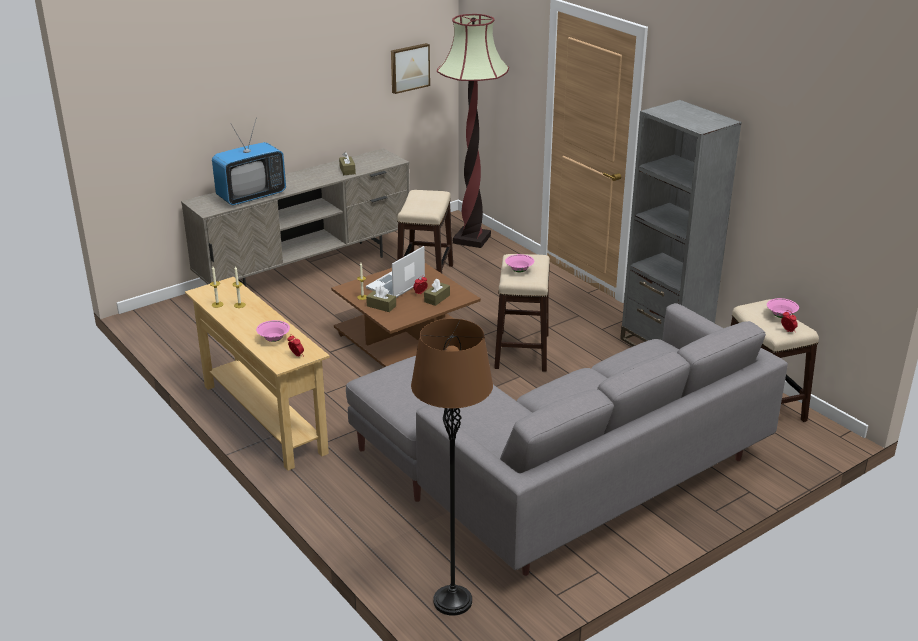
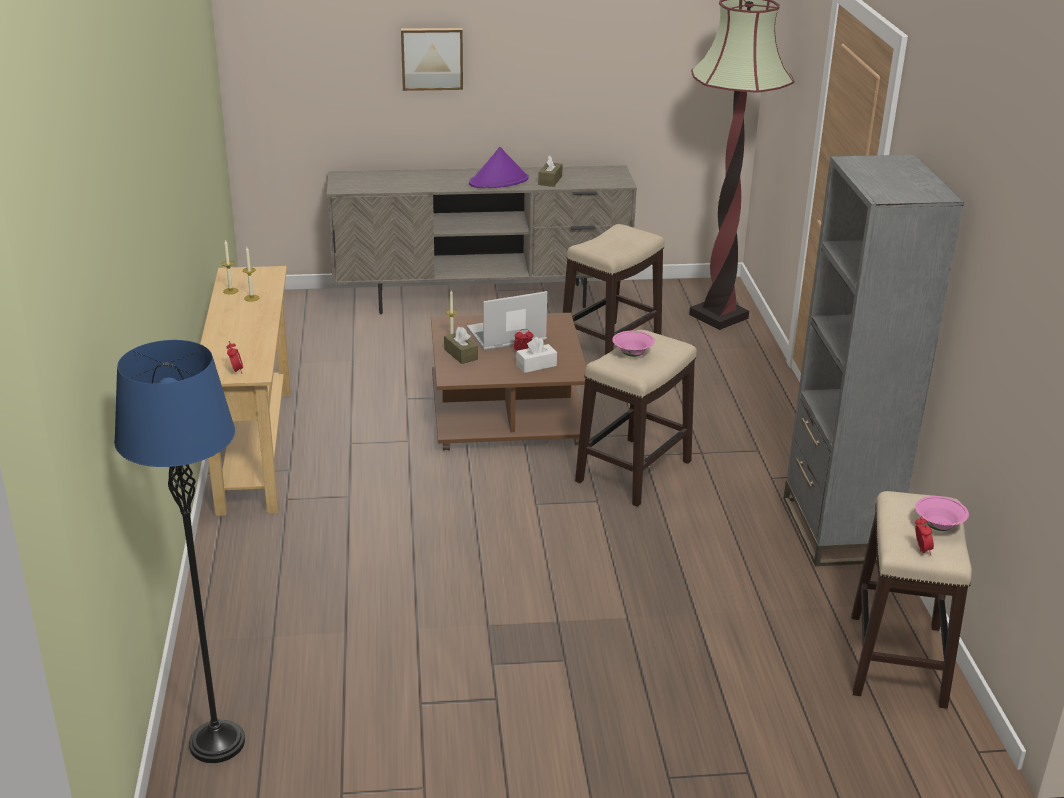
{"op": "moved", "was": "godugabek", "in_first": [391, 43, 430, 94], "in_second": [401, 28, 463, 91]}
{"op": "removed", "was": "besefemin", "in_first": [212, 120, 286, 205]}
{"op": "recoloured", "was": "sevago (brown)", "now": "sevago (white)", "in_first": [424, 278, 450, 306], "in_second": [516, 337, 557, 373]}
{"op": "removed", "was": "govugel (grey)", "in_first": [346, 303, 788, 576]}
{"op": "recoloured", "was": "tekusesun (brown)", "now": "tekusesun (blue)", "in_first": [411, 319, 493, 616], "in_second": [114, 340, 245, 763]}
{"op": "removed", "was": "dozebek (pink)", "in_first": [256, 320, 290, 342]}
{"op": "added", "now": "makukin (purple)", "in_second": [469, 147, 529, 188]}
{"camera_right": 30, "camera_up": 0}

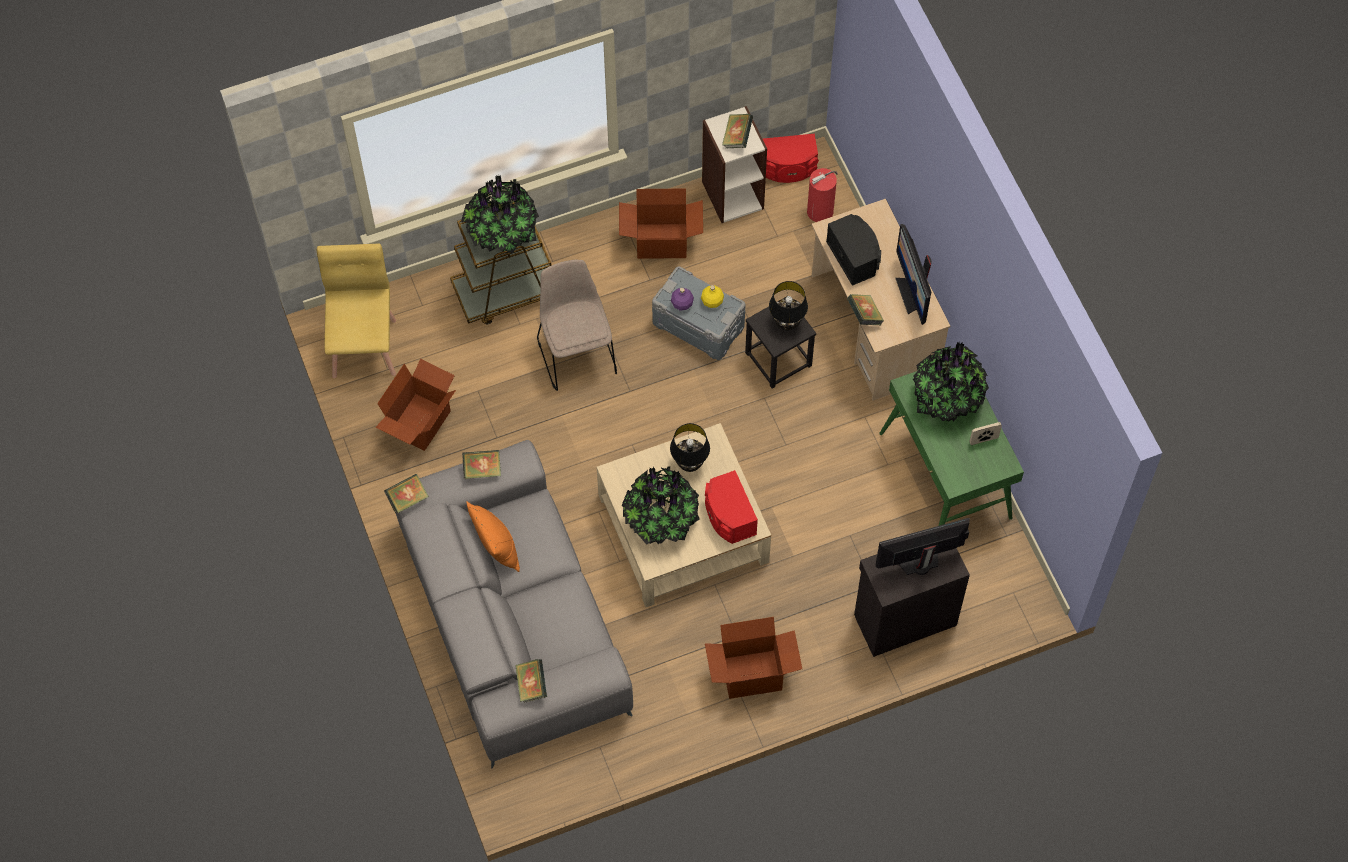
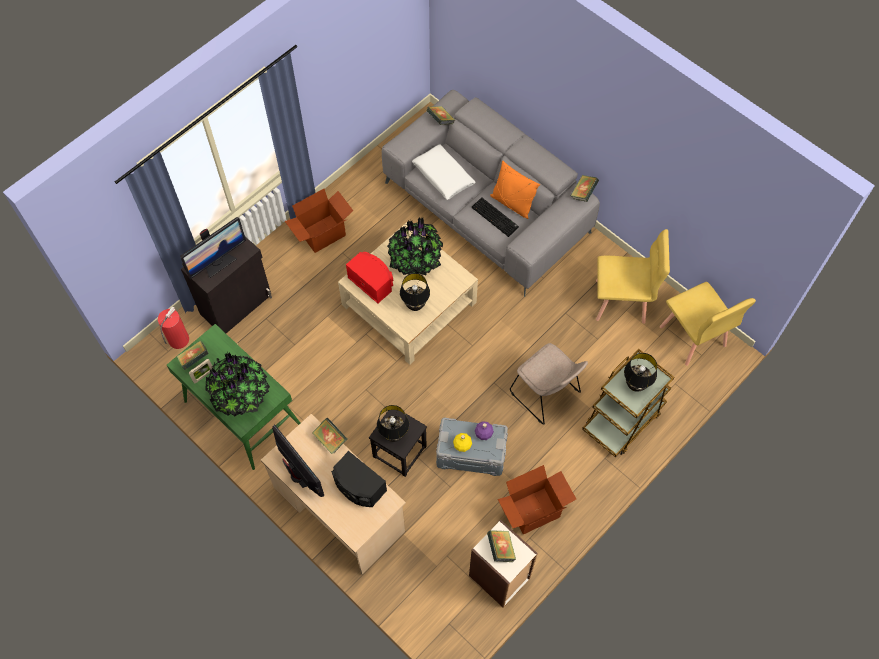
{"op": "removed", "was": "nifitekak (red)", "in_first": [763, 134, 819, 183]}
{"op": "moved", "was": "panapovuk", "in_first": [807, 168, 838, 222], "in_second": [158, 306, 189, 349]}
{"op": "replaced", "was": "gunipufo", "now": "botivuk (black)", "in_first": [461, 175, 539, 254], "in_second": [624, 353, 657, 392]}
{"op": "replaced", "was": "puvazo", "now": "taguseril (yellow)", "in_first": [375, 359, 456, 451], "in_second": [596, 229, 670, 324]}
{"op": "moved", "was": "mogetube", "in_first": [462, 450, 501, 479], "in_second": [177, 340, 209, 370]}
{"op": "added", "now": "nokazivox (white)", "in_second": [412, 144, 476, 200]}
{"op": "added", "now": "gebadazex", "in_second": [472, 197, 519, 237]}
{"camera_right": 155, "camera_up": 0}

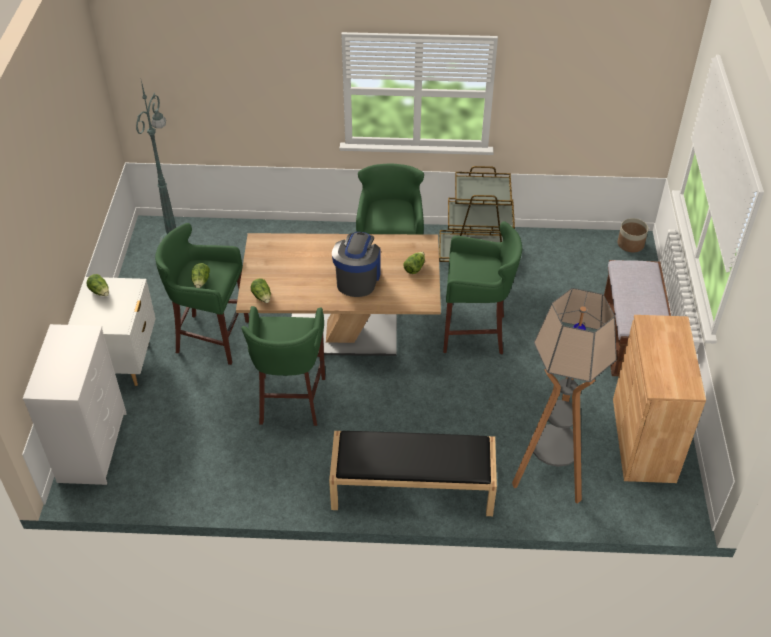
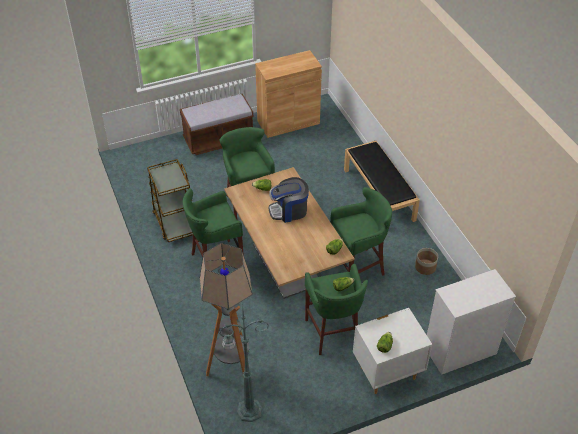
{"op": "moved", "was": "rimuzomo", "in_first": [618, 218, 648, 252], "in_second": [415, 248, 438, 275]}
{"op": "moved", "was": "tekusesun", "in_first": [512, 288, 617, 504], "in_second": [199, 243, 253, 377]}
{"camera_right": -115, "camera_up": 0}

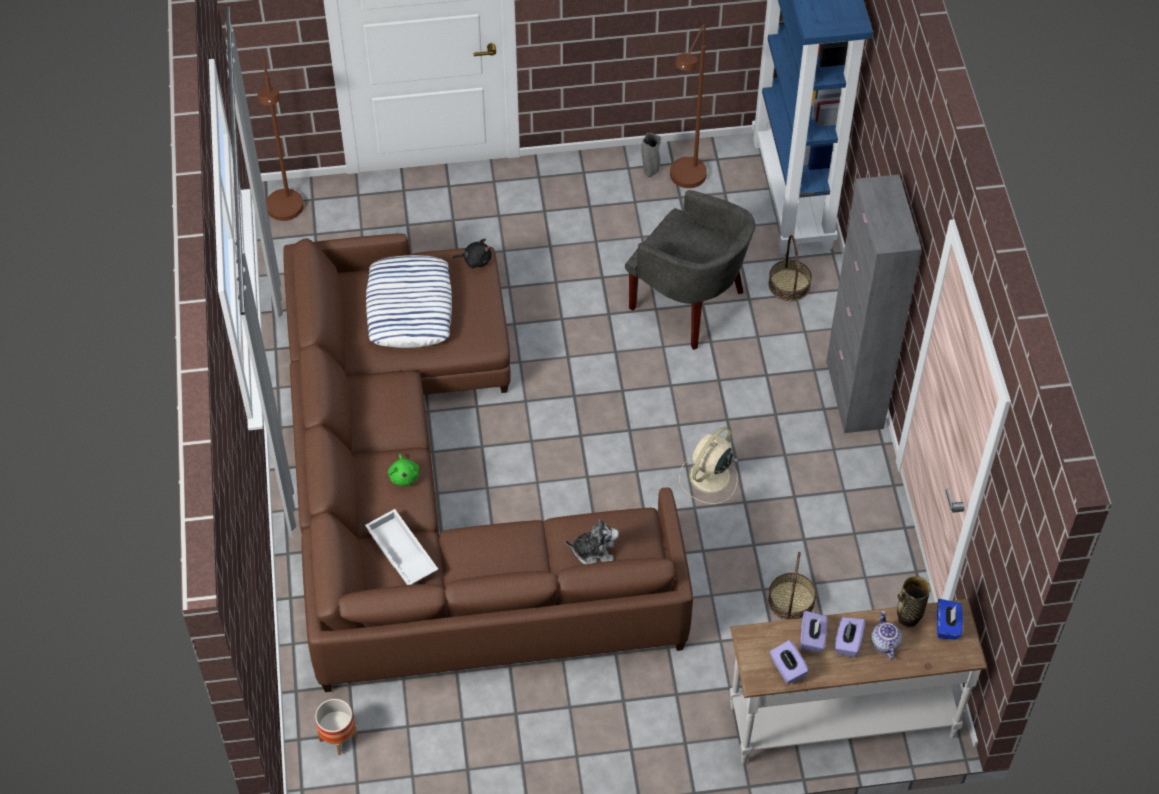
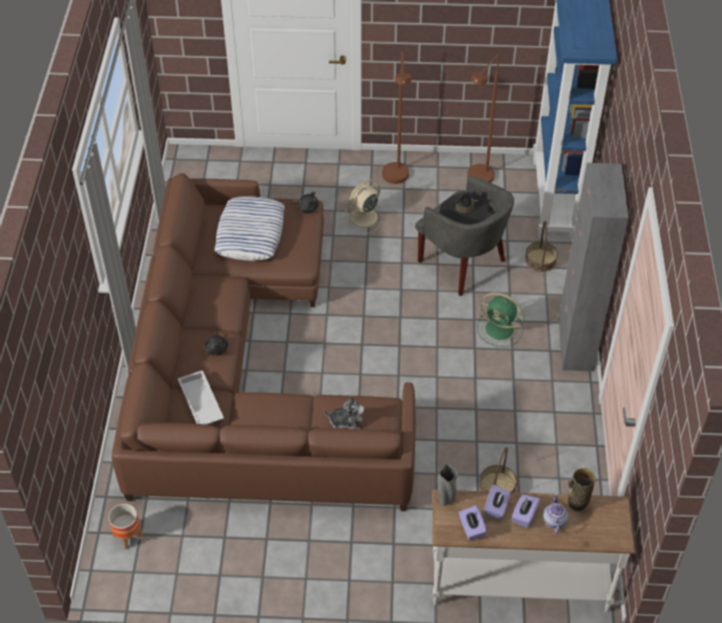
{"op": "moved", "was": "tekusesun (brown)", "in_first": [257, 55, 304, 221], "in_second": [382, 51, 411, 184]}
{"op": "moved", "was": "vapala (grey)", "in_first": [641, 132, 661, 177], "in_second": [437, 464, 458, 506]}
{"op": "moved", "was": "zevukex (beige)", "in_first": [679, 426, 738, 504], "in_second": [342, 179, 385, 234]}
{"op": "recoloured", "was": "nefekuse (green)", "now": "nefekuse (black)", "in_first": [388, 453, 419, 486], "in_second": [204, 332, 228, 356]}
{"op": "removed", "was": "sevago (blue)", "in_first": [937, 599, 963, 640]}
{"op": "added", "now": "makukin (black)", "in_second": [439, 189, 488, 224]}
{"op": "added", "now": "zevukex (green)", "in_second": [477, 293, 524, 347]}
{"camera_right": 10, "camera_up": -5}

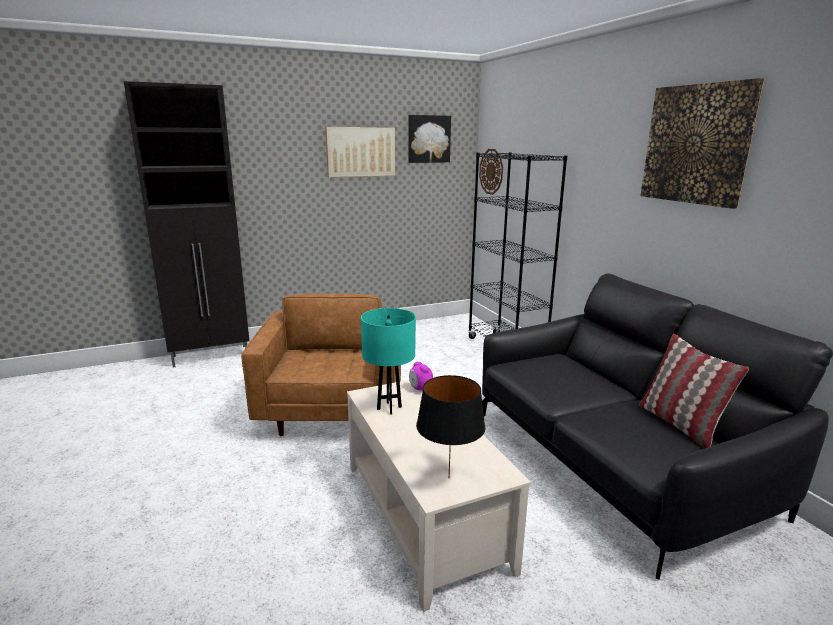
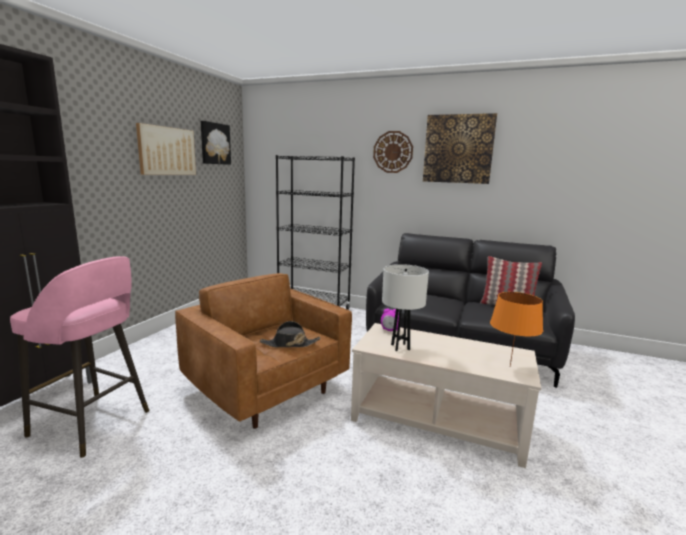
{"op": "moved", "was": "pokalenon", "in_first": [479, 149, 503, 195], "in_second": [373, 131, 413, 173]}
{"op": "recoloured", "was": "botivuk (turquoise)", "now": "botivuk (white)", "in_first": [361, 308, 416, 415], "in_second": [382, 264, 429, 351]}
{"op": "recoloured", "was": "botivuk (black)", "now": "botivuk (orange)", "in_first": [416, 375, 485, 478], "in_second": [490, 292, 543, 367]}
{"op": "added", "now": "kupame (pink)", "in_second": [10, 256, 149, 458]}
{"op": "added", "now": "makukin (black)", "in_second": [260, 321, 320, 347]}
{"camera_right": -45, "camera_up": -5}

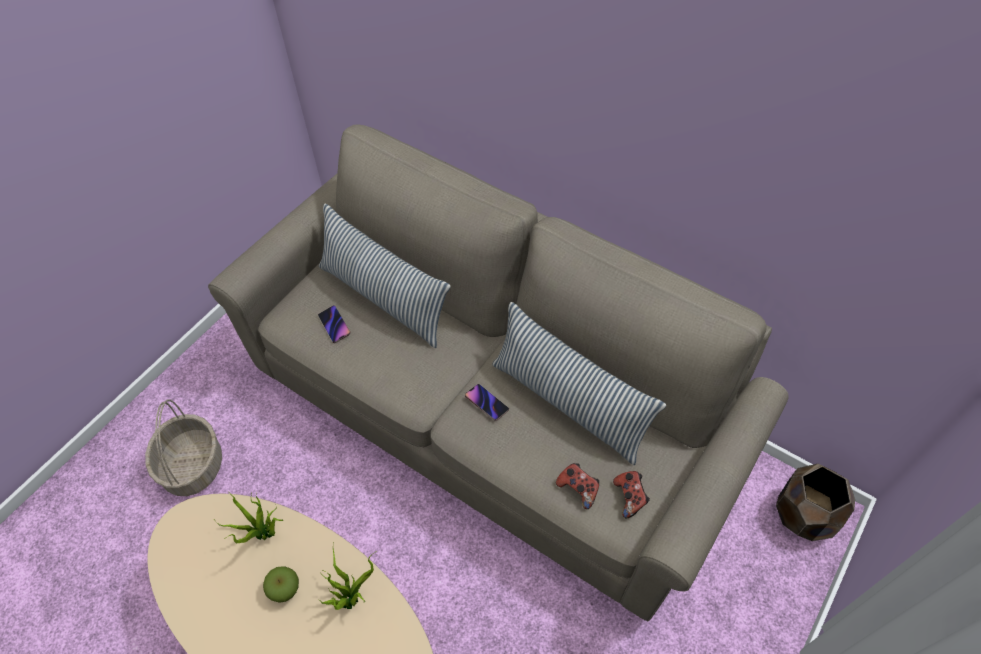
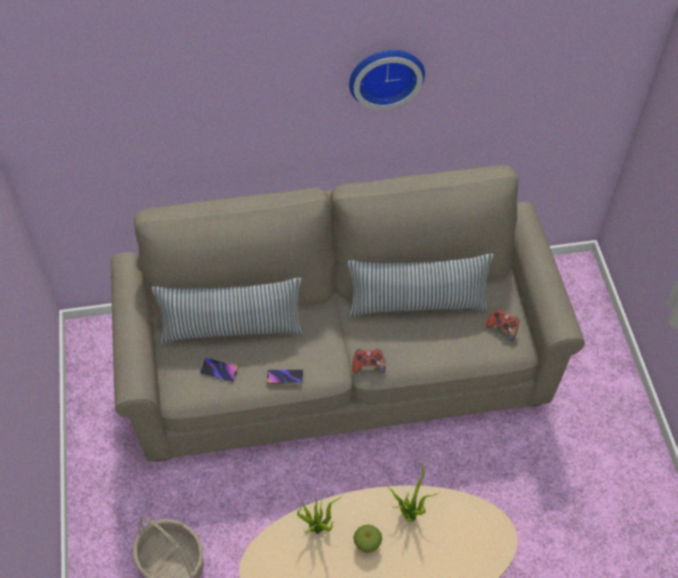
{"op": "moved", "was": "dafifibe", "in_first": [465, 384, 509, 421], "in_second": [267, 369, 303, 384]}
{"op": "moved", "was": "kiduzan", "in_first": [556, 463, 599, 509], "in_second": [352, 349, 386, 373]}
{"op": "removed", "was": "rimuzomo (brown)", "in_first": [776, 464, 855, 541]}
{"op": "added", "now": "pokalenon", "in_second": [349, 50, 425, 110]}
{"camera_right": -45, "camera_up": 0}

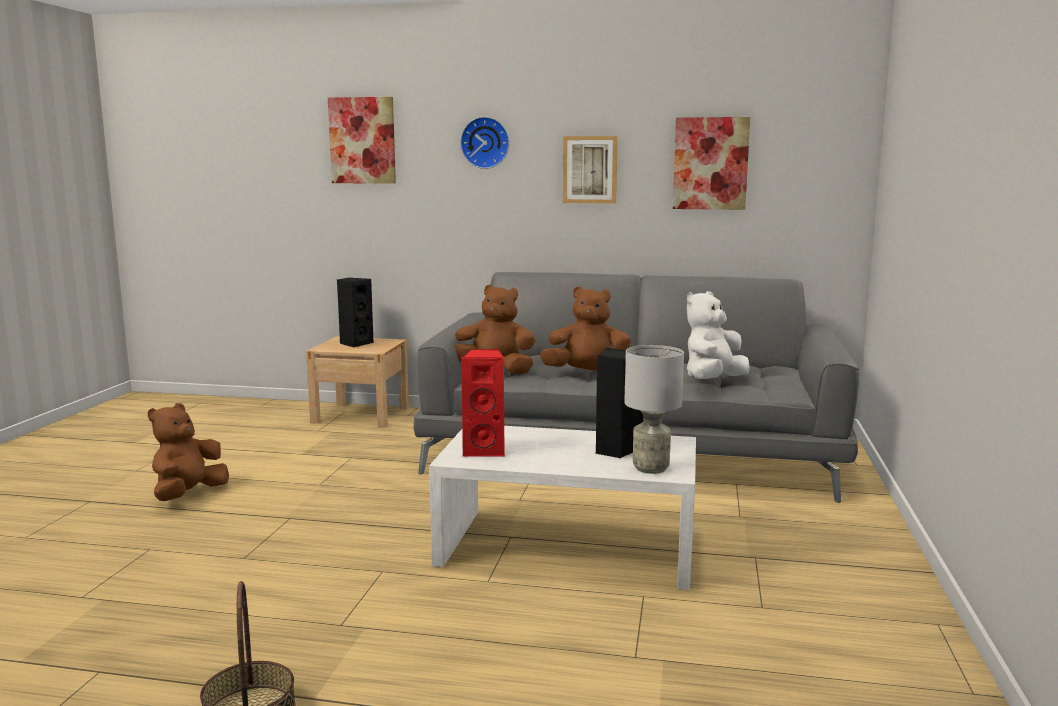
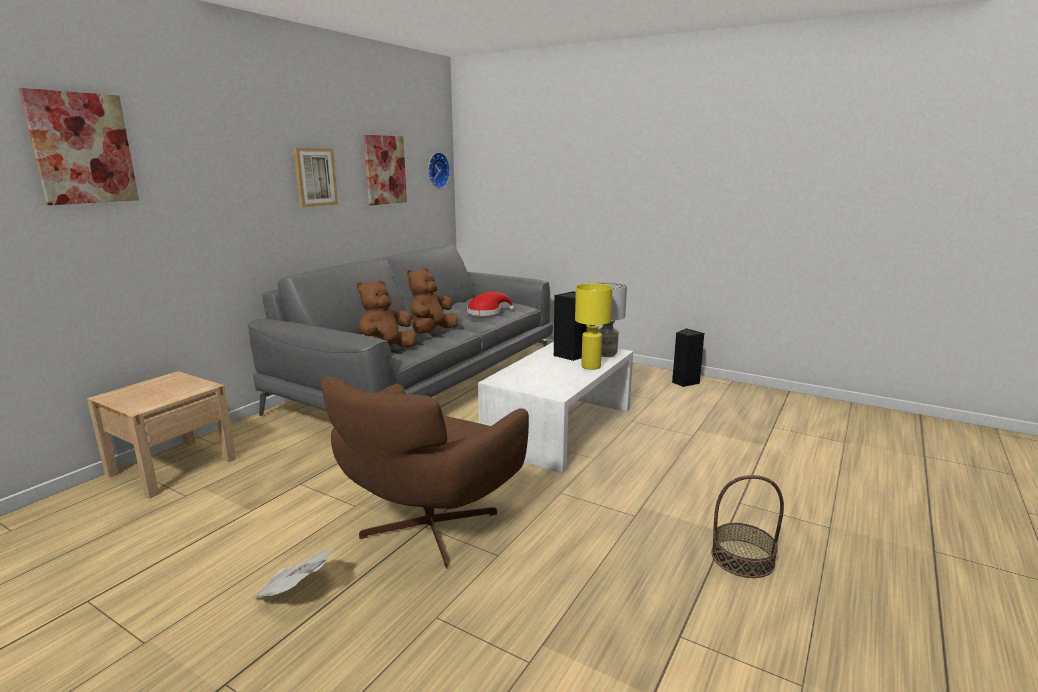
{"op": "moved", "was": "pokalenon", "in_first": [460, 116, 510, 169], "in_second": [428, 152, 450, 188]}
{"op": "moved", "was": "nifitekak (black)", "in_first": [337, 278, 373, 348], "in_second": [672, 328, 704, 387]}
{"op": "replaced", "was": "nefekuse (white)", "now": "makukin (red)", "in_first": [687, 291, 750, 379], "in_second": [467, 292, 515, 316]}
{"op": "removed", "was": "nifitekak (red)", "in_first": [461, 349, 505, 457]}
{"op": "replaced", "was": "nefekuse (brown)", "now": "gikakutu", "in_first": [148, 403, 229, 501], "in_second": [252, 550, 335, 598]}
{"op": "added", "now": "botivuk (yellow)", "in_second": [575, 283, 613, 370]}
{"op": "added", "now": "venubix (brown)", "in_second": [321, 377, 529, 569]}
{"camera_right": -70, "camera_up": 5}

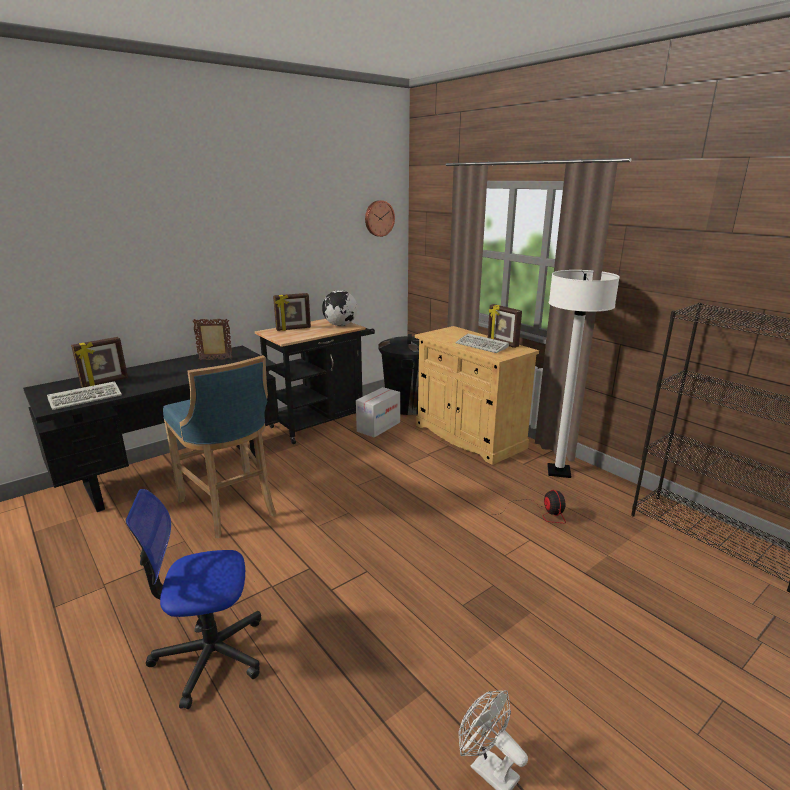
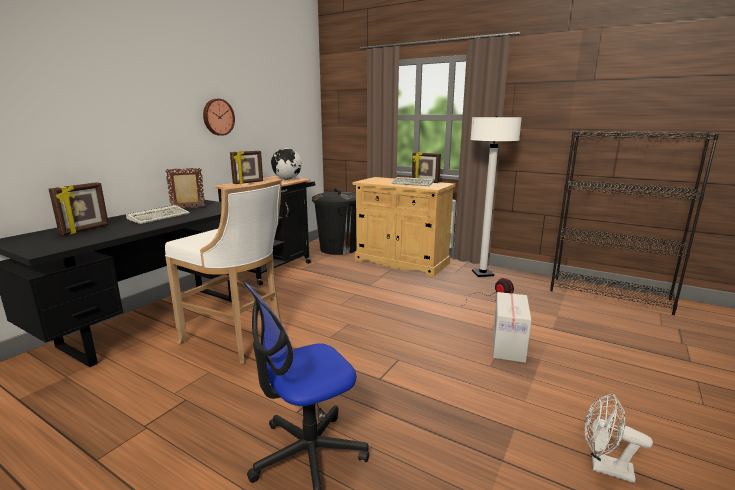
{"op": "moved", "was": "pokalenon", "in_first": [365, 200, 395, 237], "in_second": [203, 99, 235, 136]}
{"op": "recoloured", "was": "kupame (blue)", "now": "kupame (white)", "in_first": [163, 355, 276, 538], "in_second": [165, 179, 282, 364]}
{"op": "moved", "was": "gebadazex", "in_first": [47, 381, 122, 410], "in_second": [126, 205, 190, 224]}
{"op": "moved", "was": "puvazo", "in_first": [356, 387, 400, 438], "in_second": [493, 292, 531, 363]}
{"camera_right": -20, "camera_up": -5}

